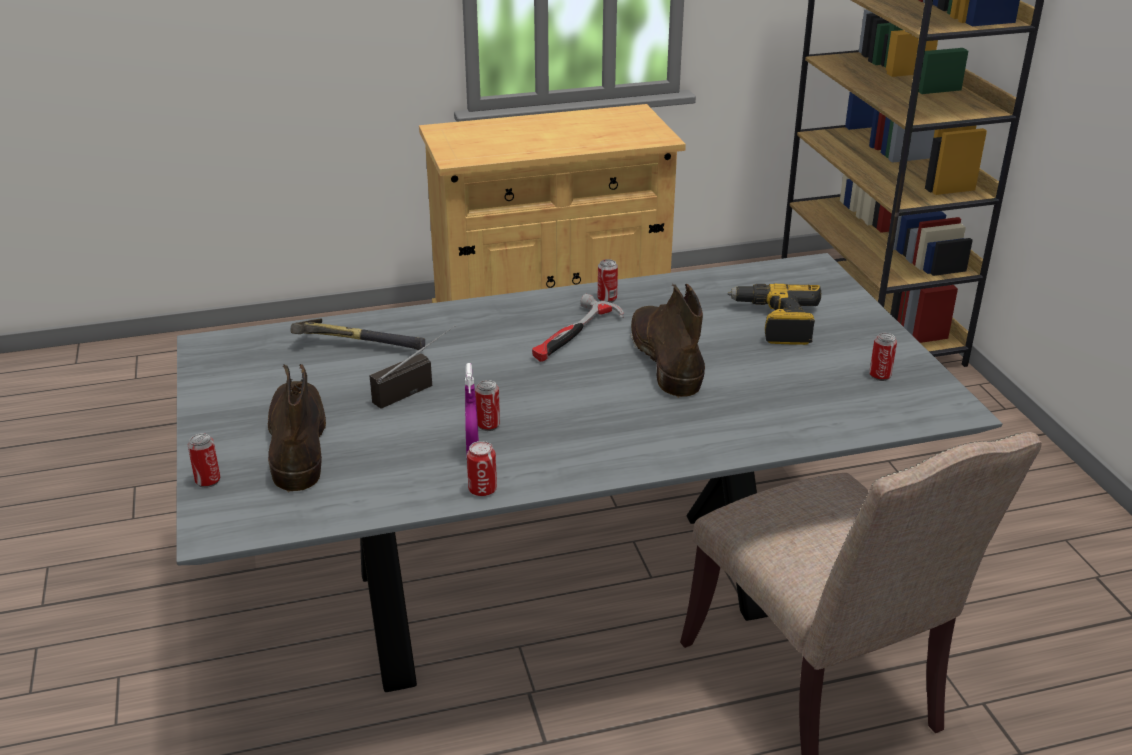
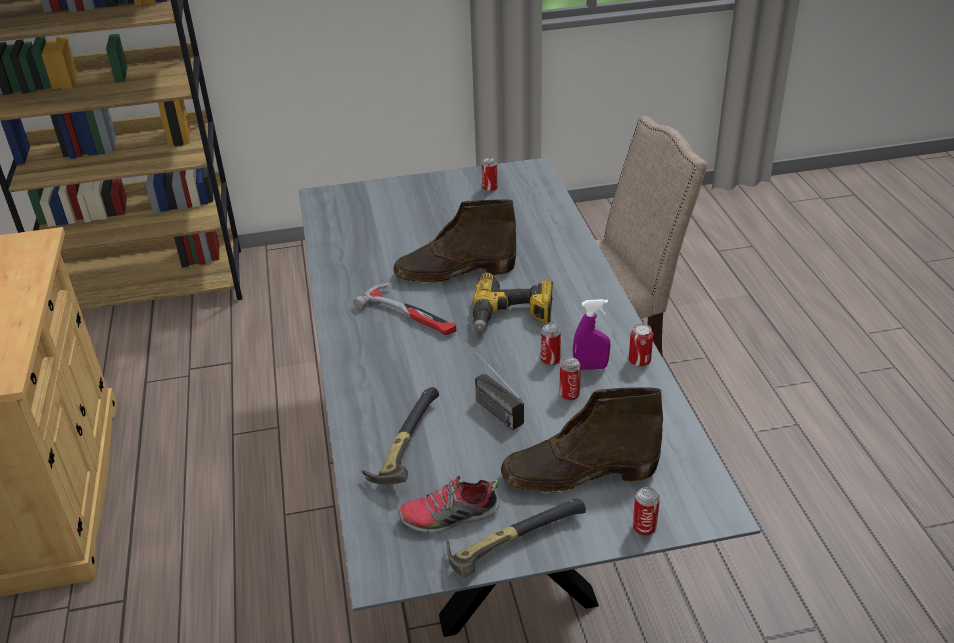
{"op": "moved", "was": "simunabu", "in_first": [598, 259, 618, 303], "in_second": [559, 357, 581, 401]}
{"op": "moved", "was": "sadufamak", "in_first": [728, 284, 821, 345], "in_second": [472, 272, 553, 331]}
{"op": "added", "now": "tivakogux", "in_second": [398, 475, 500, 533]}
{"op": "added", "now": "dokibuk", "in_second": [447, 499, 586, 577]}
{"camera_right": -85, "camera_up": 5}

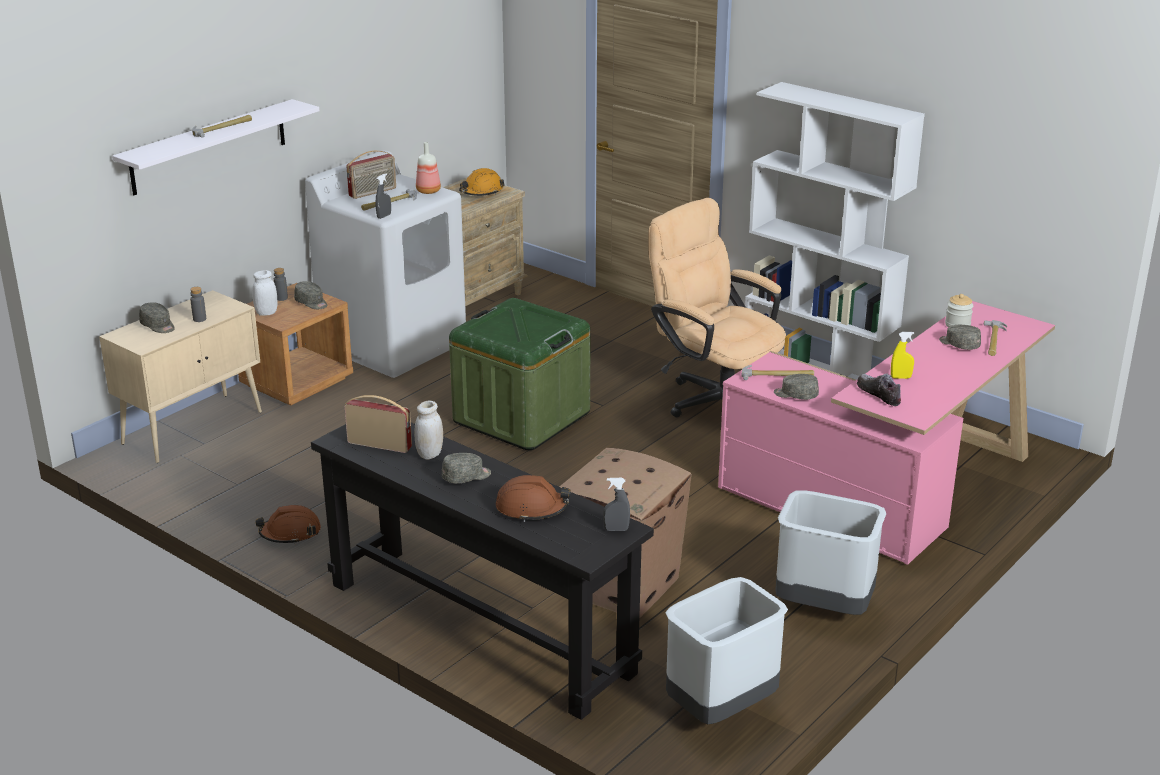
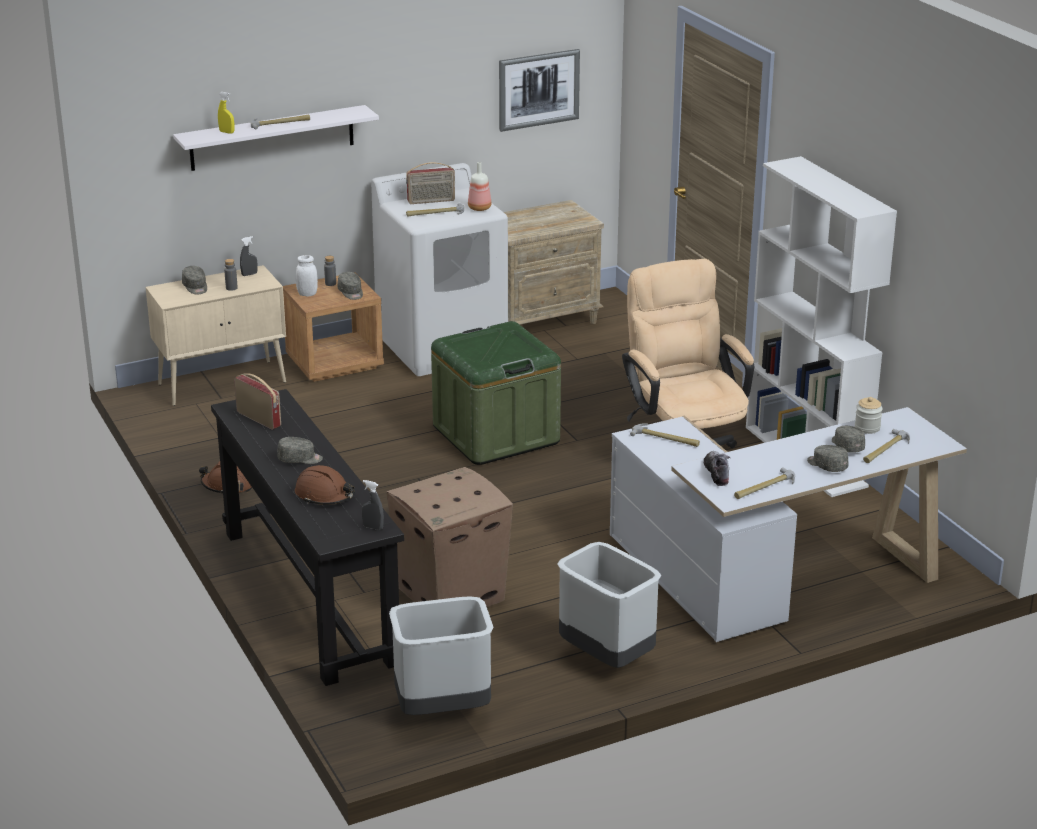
{"op": "removed", "was": "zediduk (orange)", "in_first": [459, 168, 505, 196]}
{"op": "moved", "was": "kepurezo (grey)", "in_first": [376, 173, 391, 219], "in_second": [240, 236, 257, 276]}
{"op": "recoloured", "was": "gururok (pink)", "now": "gururok (white)", "in_first": [718, 301, 1055, 565], "in_second": [610, 407, 967, 642]}
{"op": "moved", "was": "kepurezo (yellow)", "in_first": [891, 332, 915, 379], "in_second": [218, 92, 234, 134]}
{"op": "moved", "was": "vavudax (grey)", "in_first": [774, 374, 819, 400], "in_second": [807, 445, 848, 472]}
{"op": "removed", "was": "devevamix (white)", "in_first": [414, 401, 443, 460]}
{"op": "added", "now": "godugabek", "in_second": [499, 49, 580, 132]}
{"op": "added", "now": "dokibuk", "in_second": [734, 467, 795, 499]}
{"camera_right": 25, "camera_up": 0}

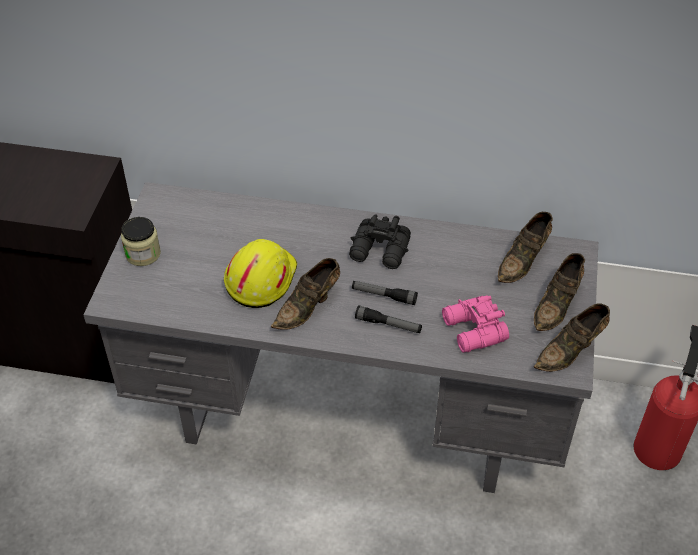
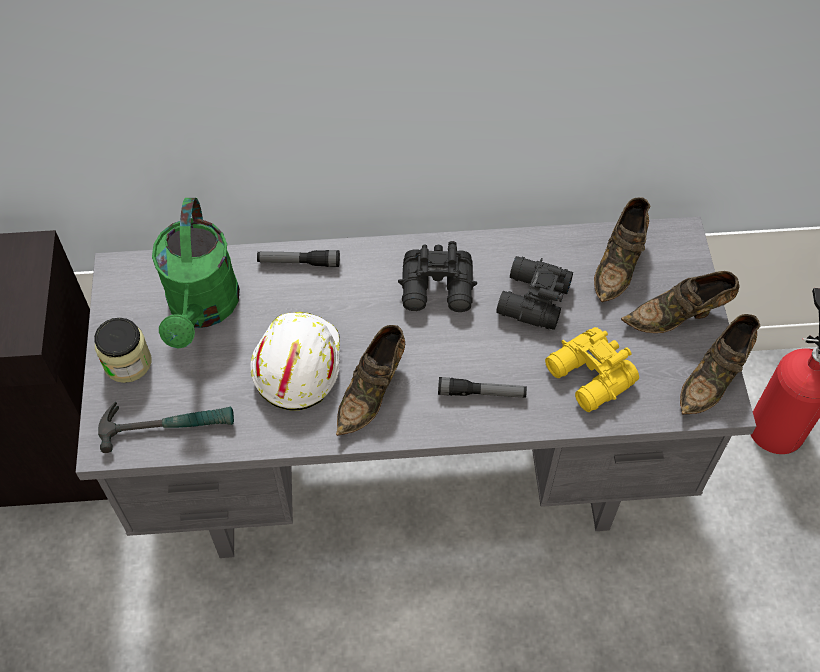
{"op": "recoloured", "was": "zediduk (yellow)", "now": "zediduk (white)", "in_first": [224, 239, 297, 308], "in_second": [250, 312, 340, 411]}
{"op": "turned", "was": "tivakogux (brown)", "in_first": [534, 253, 585, 331], "in_second": [621, 271, 739, 333], "clockwise": 60}
{"op": "moved", "was": "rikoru", "in_first": [352, 281, 418, 305], "in_second": [257, 250, 340, 267]}
{"op": "recoloured", "was": "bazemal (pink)", "now": "bazemal (yellow)", "in_first": [442, 295, 509, 353], "in_second": [545, 327, 639, 412]}
{"op": "added", "now": "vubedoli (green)", "in_second": [152, 198, 240, 349]}
{"op": "added", "now": "bazemal (black)", "in_second": [496, 256, 573, 330]}
{"op": "added", "now": "dokibuk", "in_second": [98, 402, 234, 453]}
{"camera_right": -15, "camera_up": 10}

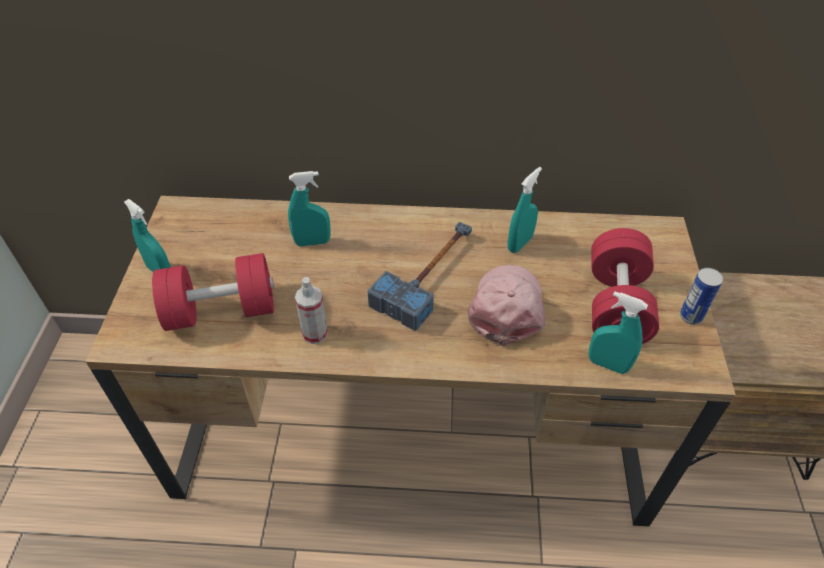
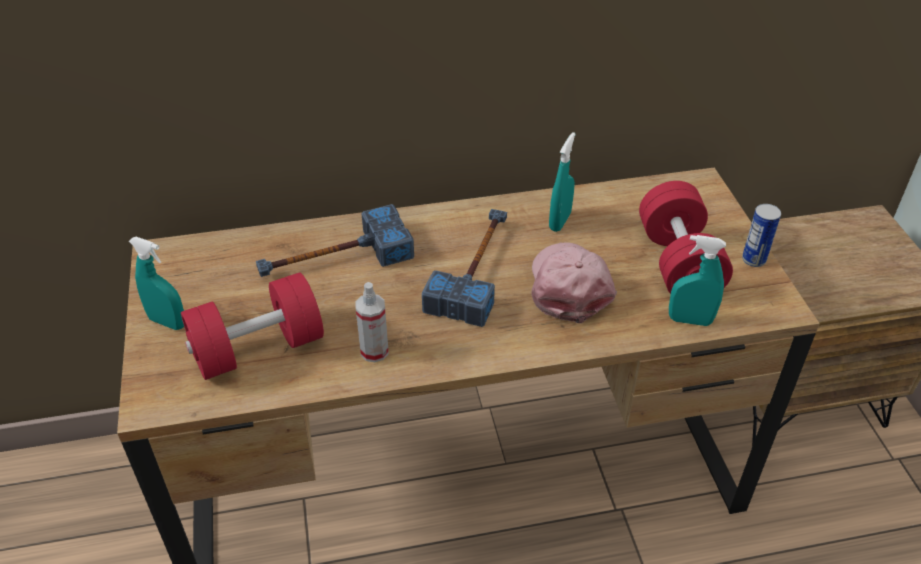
{"op": "replaced", "was": "kepurezo (turquoise)", "now": "dokibuk", "in_first": [288, 171, 330, 246], "in_second": [256, 204, 414, 277]}
{"camera_right": -15, "camera_up": -5}

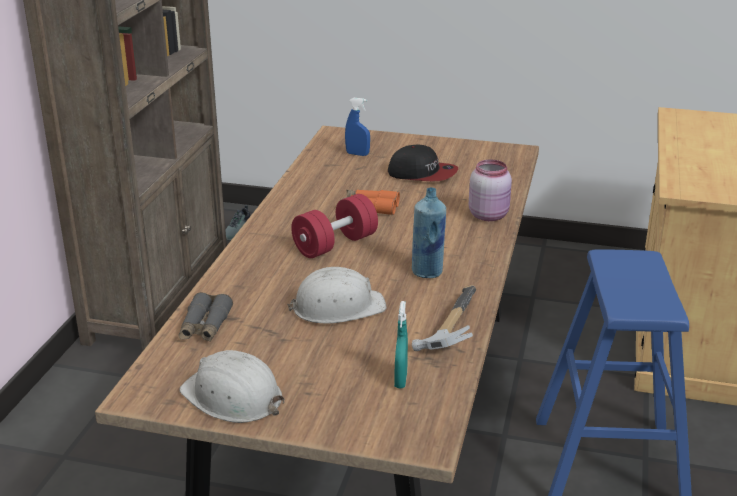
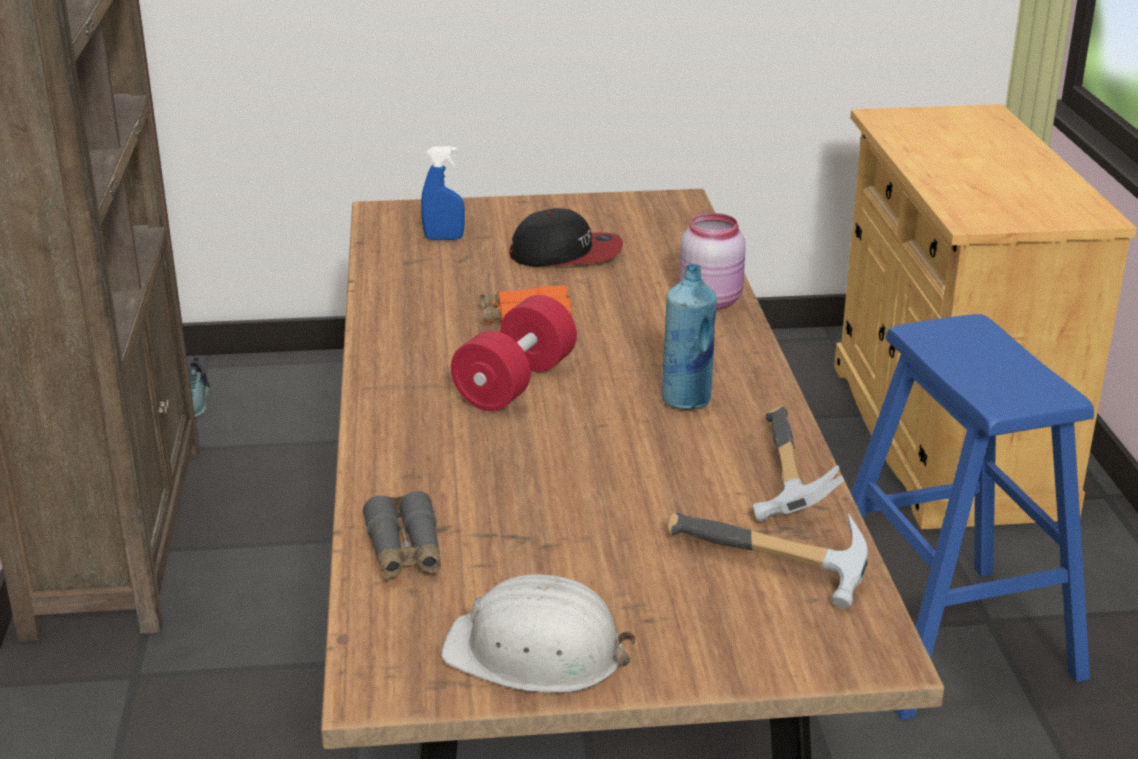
{"op": "removed", "was": "zediduk (white)", "in_first": [288, 267, 387, 324]}
{"op": "replaced", "was": "kepurezo (turquoise)", "now": "dokibuk", "in_first": [394, 301, 408, 388], "in_second": [667, 512, 868, 609]}
{"camera_right": -20, "camera_up": 0}

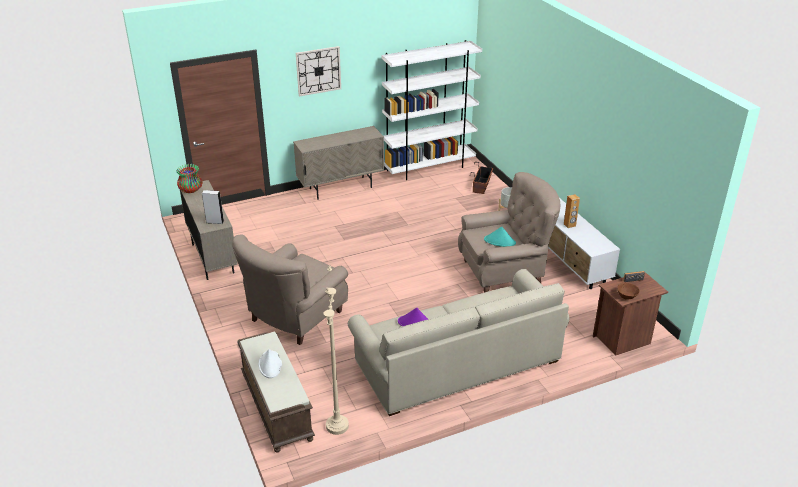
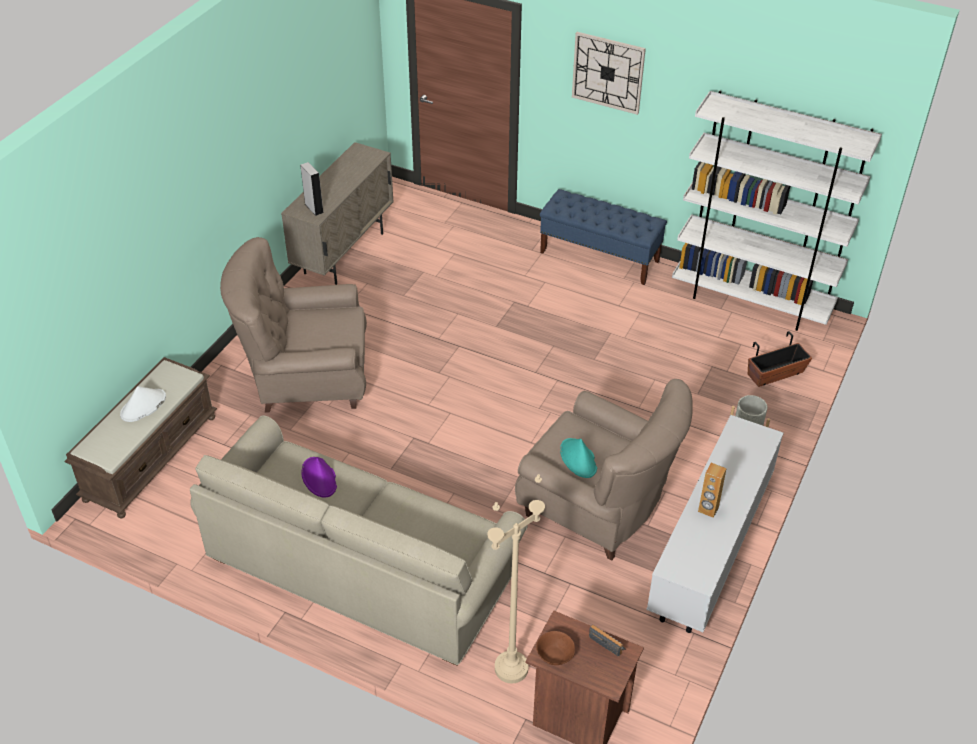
{"op": "replaced", "was": "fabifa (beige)", "now": "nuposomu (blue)", "in_first": [293, 126, 384, 200], "in_second": [540, 189, 667, 285]}
{"op": "removed", "was": "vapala", "in_first": [176, 164, 202, 193]}
{"op": "moved", "was": "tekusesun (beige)", "in_first": [324, 266, 349, 435], "in_second": [487, 474, 545, 683]}
{"camera_right": 50, "camera_up": 10}

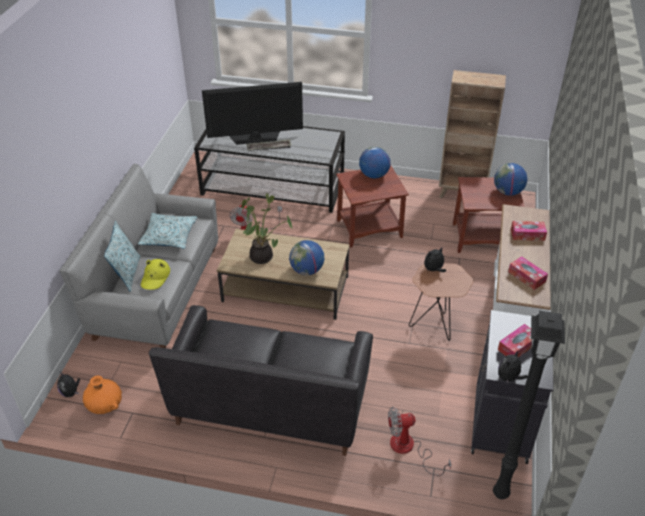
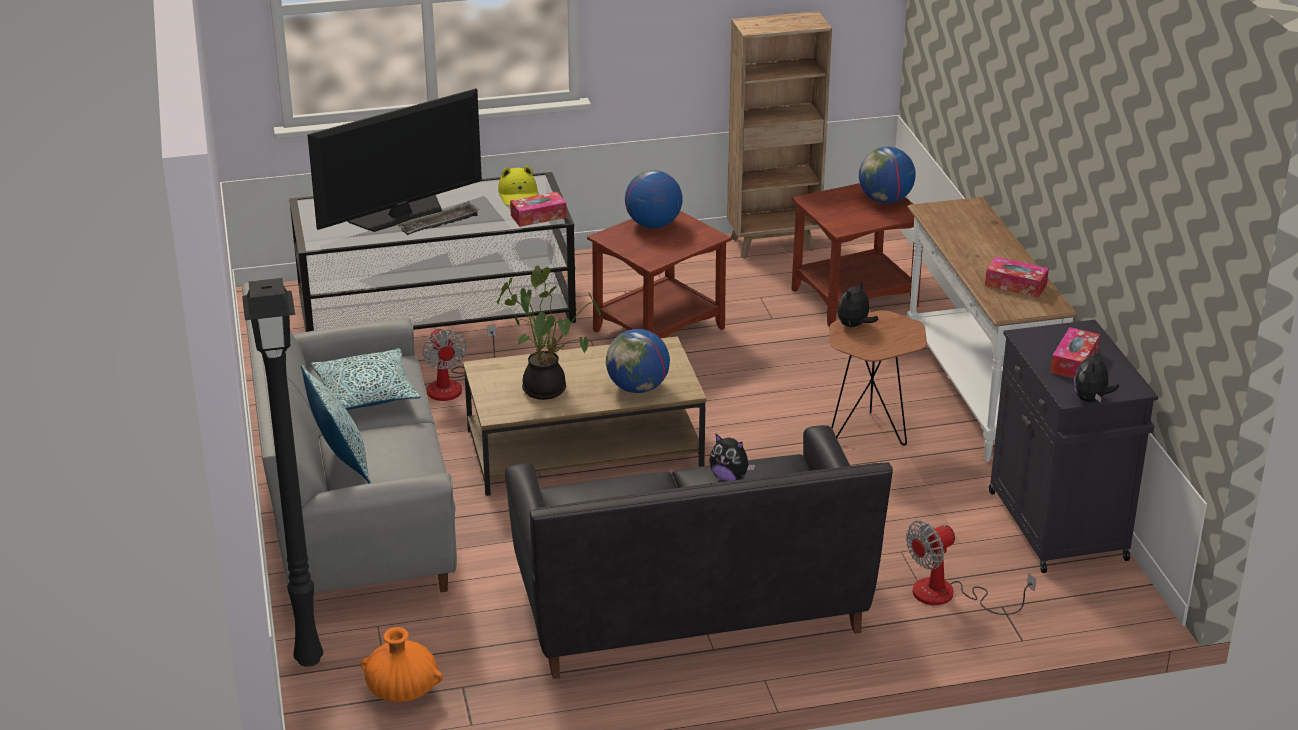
{"op": "moved", "was": "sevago", "in_first": [511, 221, 547, 241], "in_second": [510, 192, 567, 227]}
{"op": "moved", "was": "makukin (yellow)", "in_first": [141, 259, 170, 290], "in_second": [498, 166, 538, 206]}
{"op": "moved", "was": "tekusesun (black)", "in_first": [493, 311, 565, 499], "in_second": [242, 278, 323, 667]}
{"op": "moved", "was": "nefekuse", "in_first": [57, 373, 80, 397], "in_second": [709, 433, 755, 481]}
{"camera_right": -25, "camera_up": -10}

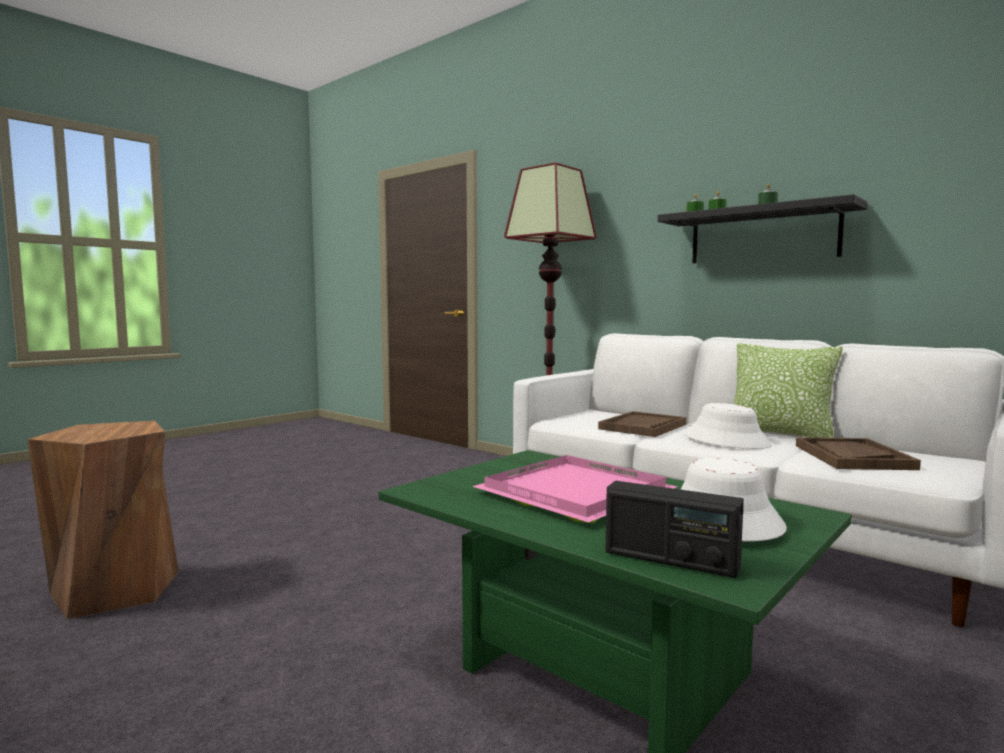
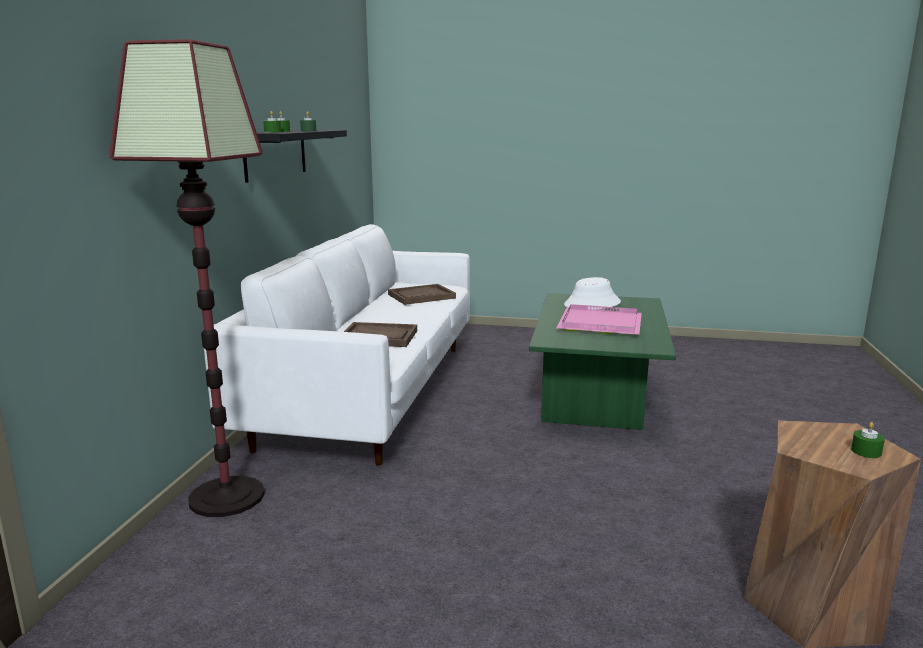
{"op": "removed", "was": "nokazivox", "in_first": [734, 343, 843, 438]}
{"op": "removed", "was": "makukin (white)", "in_first": [684, 403, 772, 449]}
{"op": "removed", "was": "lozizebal", "in_first": [605, 481, 744, 578]}
{"op": "added", "now": "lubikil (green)", "in_second": [851, 422, 885, 458]}
{"camera_right": -120, "camera_up": 10}

